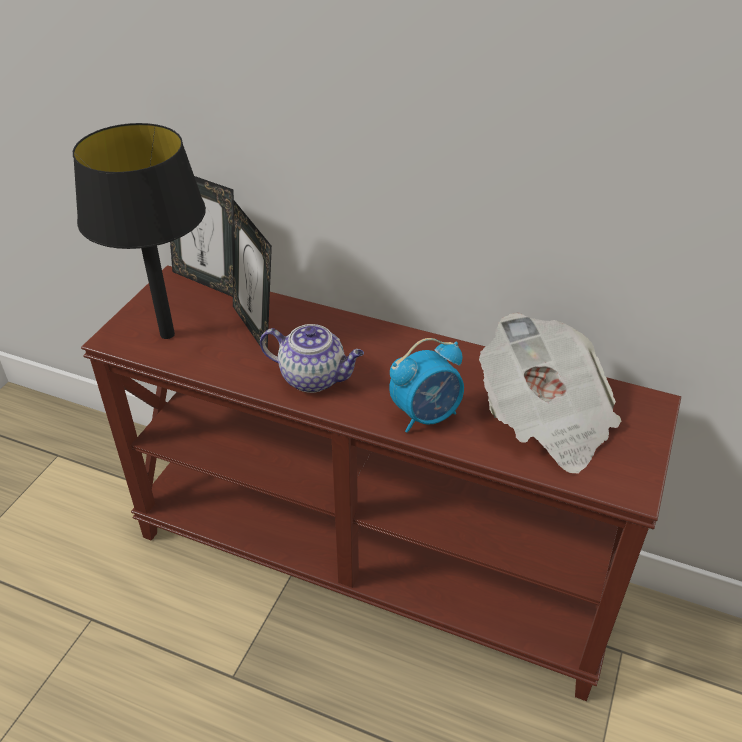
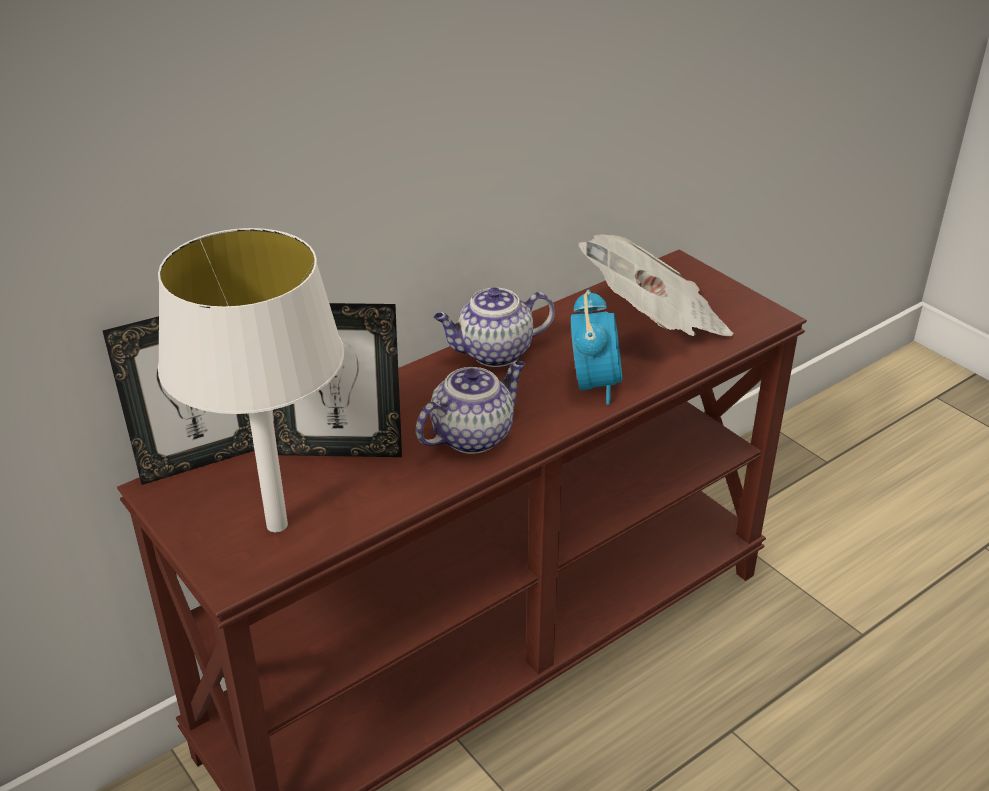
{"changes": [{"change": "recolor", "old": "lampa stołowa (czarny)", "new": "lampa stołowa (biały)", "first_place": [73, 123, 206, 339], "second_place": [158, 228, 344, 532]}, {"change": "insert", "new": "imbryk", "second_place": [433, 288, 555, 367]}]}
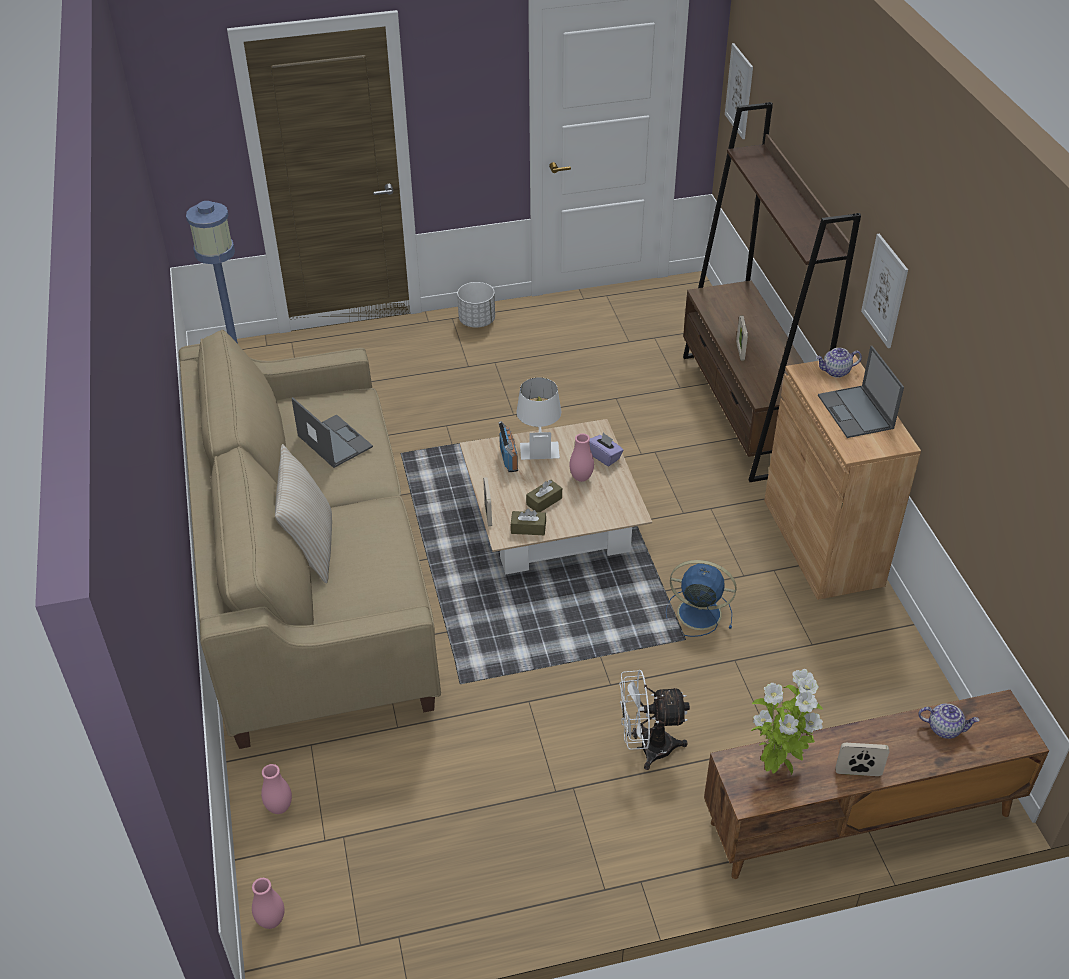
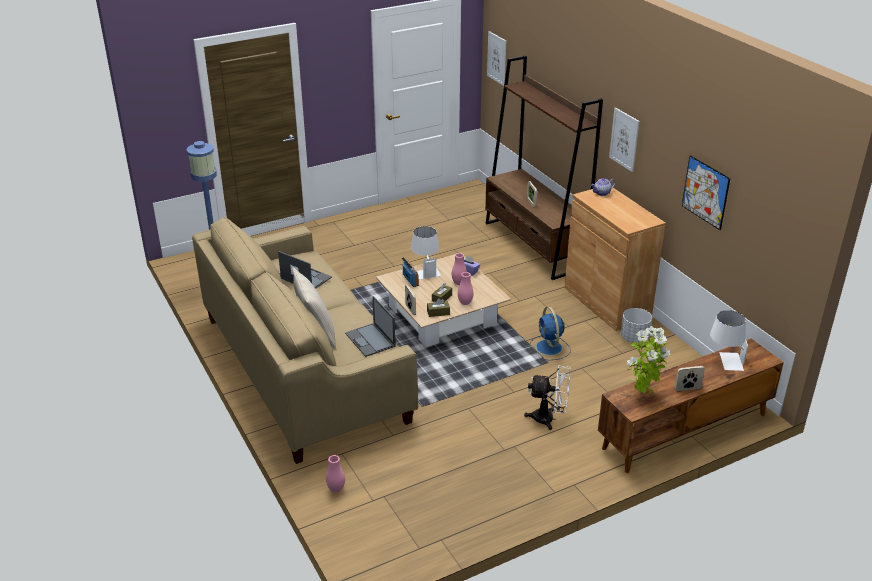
{"changes": [{"change": "move", "old": "donica (biały)", "first_place": [457, 282, 495, 328], "second_place": [621, 308, 652, 343]}, {"change": "move", "old": "laptop", "first_place": [818, 346, 904, 438], "second_place": [345, 296, 395, 357]}, {"change": "rotate", "old": "wentylator (niebieski)", "first_place": [666, 560, 737, 637], "second_place": [530, 306, 571, 360], "degrees": -105}, {"change": "rotate", "old": "wentylator (biały)", "first_place": [619, 670, 690, 770], "second_place": [524, 365, 571, 430], "degrees": -150}, {"change": "replace", "old": "imbryk", "new": "lampa stołowa (biały)", "first_place": [919, 704, 979, 739], "second_place": [710, 310, 748, 371]}, {"change": "move", "old": "wazon (różowy)", "first_place": [252, 878, 284, 929], "second_place": [458, 272, 474, 305]}, {"change": "insert", "new": "obraz", "second_place": [682, 155, 730, 230]}]}
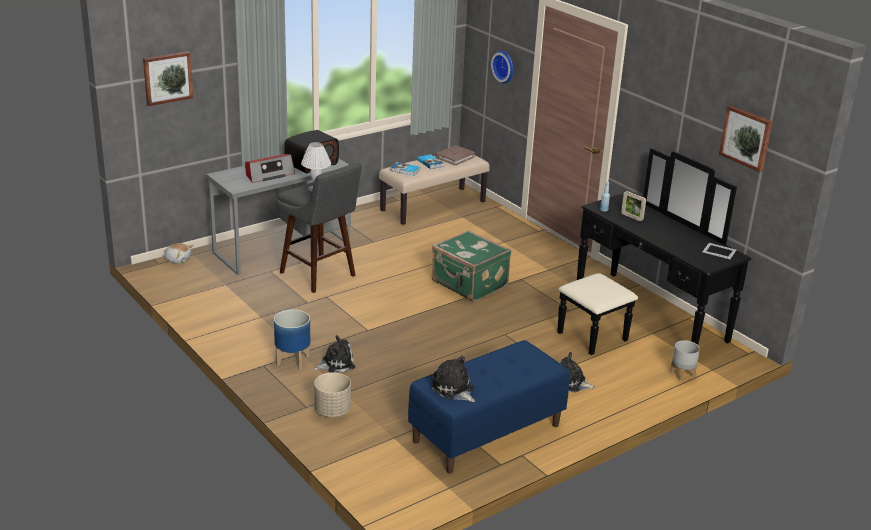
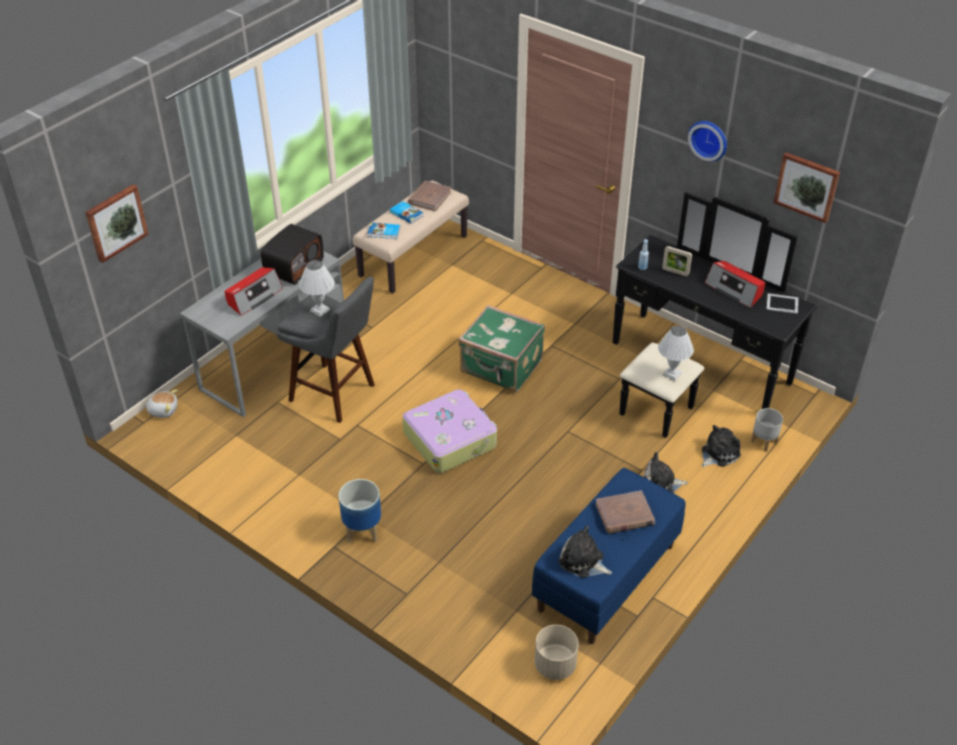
{"changes": [{"change": "move", "old": "zegar ścienny", "first_place": [491, 51, 514, 83], "second_place": [688, 121, 727, 161]}, {"change": "move", "old": "pluszak", "first_place": [313, 335, 355, 372], "second_place": [701, 425, 741, 468]}, {"change": "move", "old": "donica (beżowy)", "first_place": [314, 373, 351, 417], "second_place": [535, 625, 579, 680]}, {"change": "insert", "new": "radio", "second_place": [705, 261, 765, 308]}, {"change": "insert", "new": "lampa stołowa (biały)", "second_place": [658, 326, 694, 381]}, {"change": "insert", "new": "walizka", "second_place": [402, 389, 497, 473]}, {"change": "insert", "new": "książka (brązowy)", "second_place": [596, 490, 655, 534]}]}
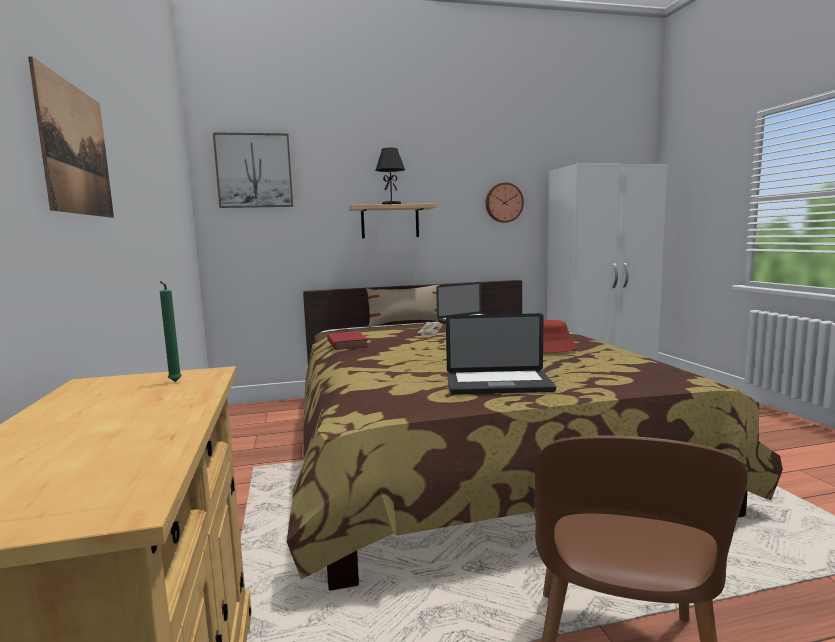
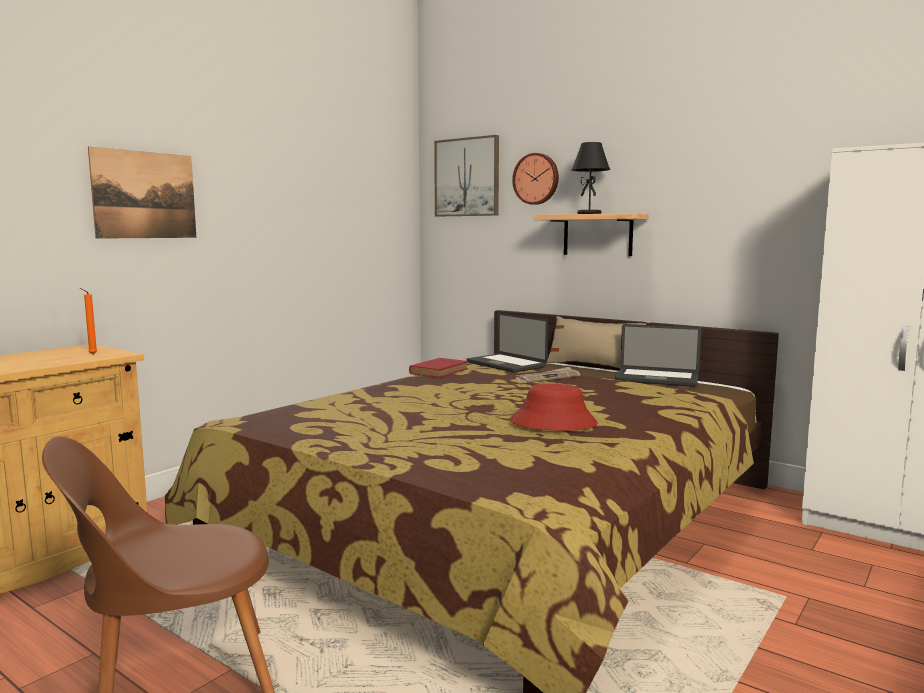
{"changes": [{"change": "move", "old": "zegar ścienny", "first_place": [486, 182, 524, 223], "second_place": [512, 153, 559, 205]}, {"change": "recolor", "old": "świeca (zielony)", "new": "świeca (pomarańczowy)", "first_place": [159, 281, 182, 382], "second_place": [80, 288, 98, 354]}, {"change": "move", "old": "laptop", "first_place": [446, 313, 556, 394], "second_place": [467, 313, 548, 373]}]}
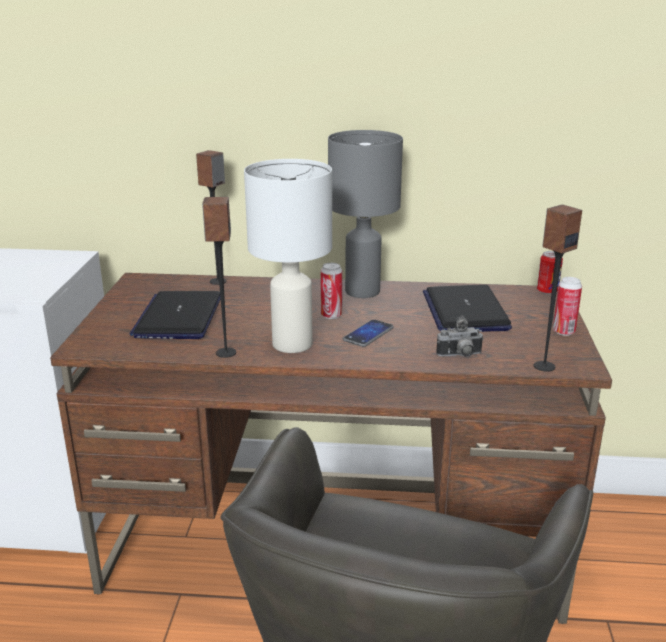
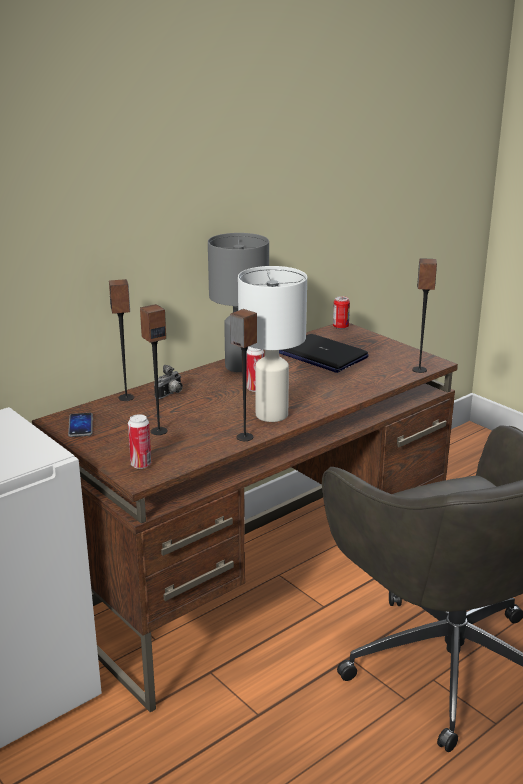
{"changes": [{"change": "move", "old": "puszka", "first_place": [553, 277, 582, 336], "second_place": [128, 414, 151, 469]}, {"change": "replace", "old": "laptop", "new": "głośnik", "first_place": [130, 291, 221, 339], "second_place": [140, 304, 168, 435]}, {"change": "move", "old": "aparat fotograficzny", "first_place": [436, 316, 484, 357], "second_place": [154, 365, 183, 399]}, {"change": "move", "old": "telefon", "first_place": [343, 319, 394, 347], "second_place": [68, 413, 93, 437]}]}
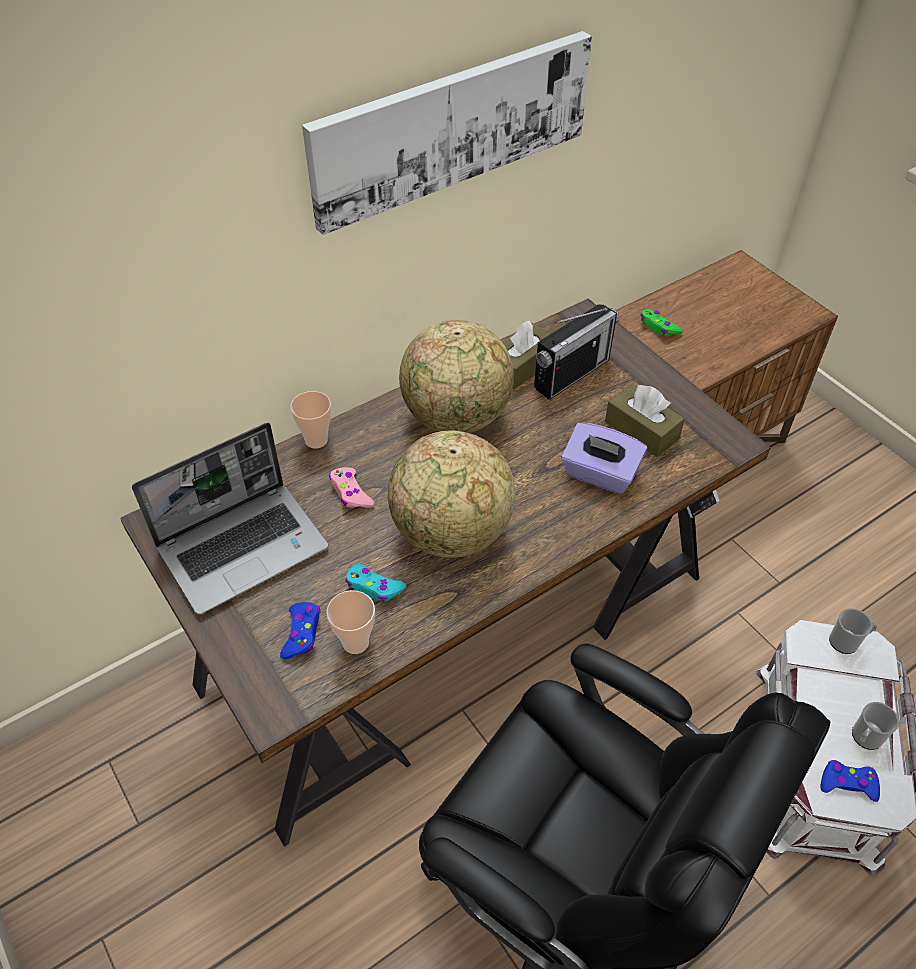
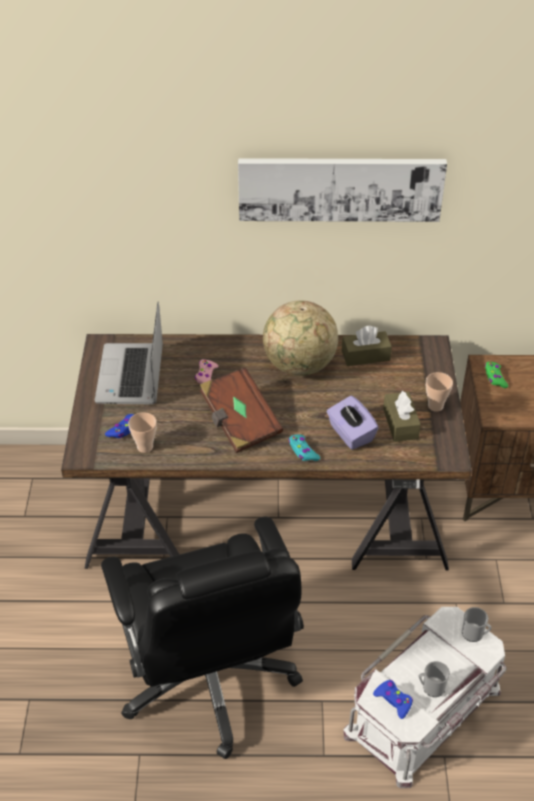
{"changes": [{"change": "delete", "old": "radio", "first_place": [534, 304, 619, 400]}, {"change": "move", "old": "filiżanka", "first_place": [290, 391, 331, 449], "second_place": [426, 372, 453, 412]}, {"change": "rotate", "old": "laptop", "first_place": [132, 423, 328, 615], "second_place": [95, 302, 163, 404], "degrees": 90}, {"change": "replace", "old": "globus", "new": "książka (brązowy)", "first_place": [388, 431, 515, 558], "second_place": [200, 367, 283, 453]}, {"change": "move", "old": "pad do gier (turkusowy)", "first_place": [345, 564, 406, 602], "second_place": [288, 434, 320, 461]}]}
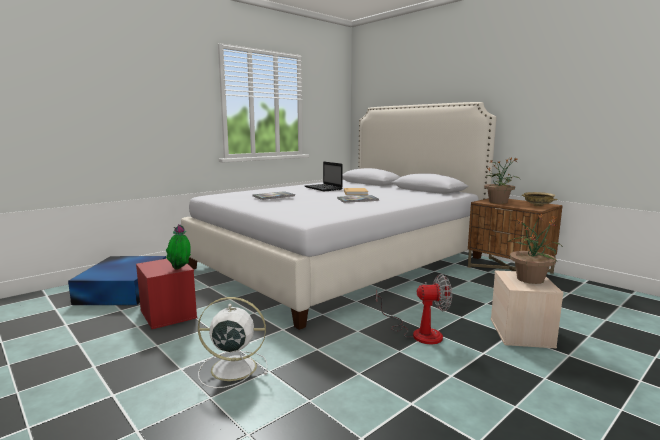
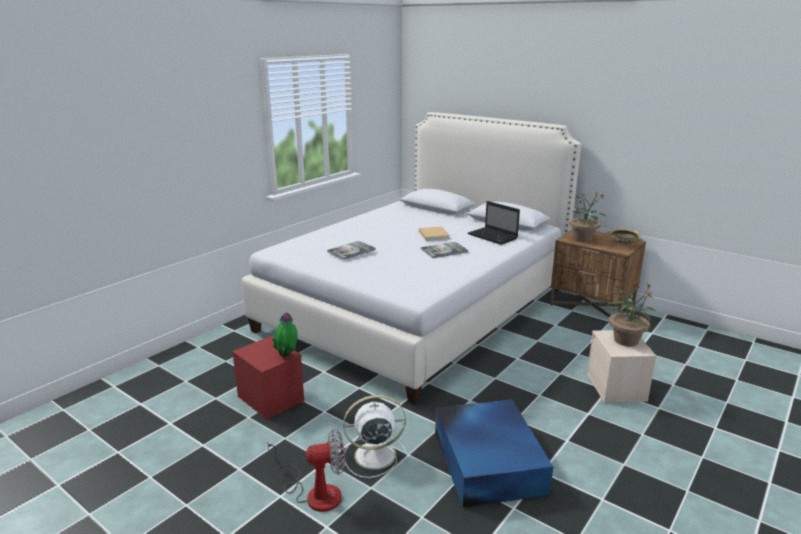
{"changes": [{"change": "move", "old": "laptop", "first_place": [305, 161, 343, 191], "second_place": [468, 201, 520, 245]}, {"change": "move", "old": "pojemnik do przechowywania (niebieski)", "first_place": [68, 256, 166, 305], "second_place": [435, 399, 553, 507]}, {"change": "move", "old": "wentylator", "first_place": [376, 274, 452, 344], "second_place": [267, 429, 345, 512]}]}
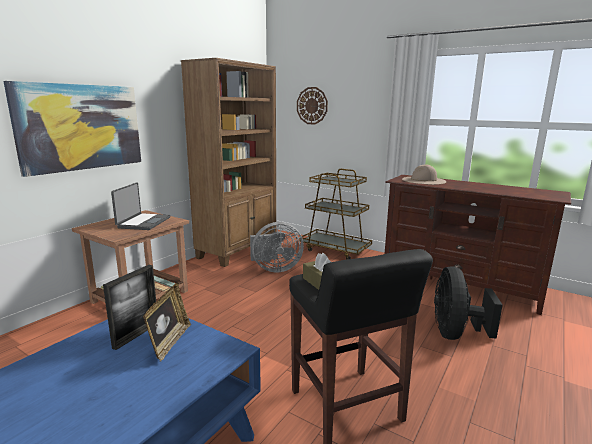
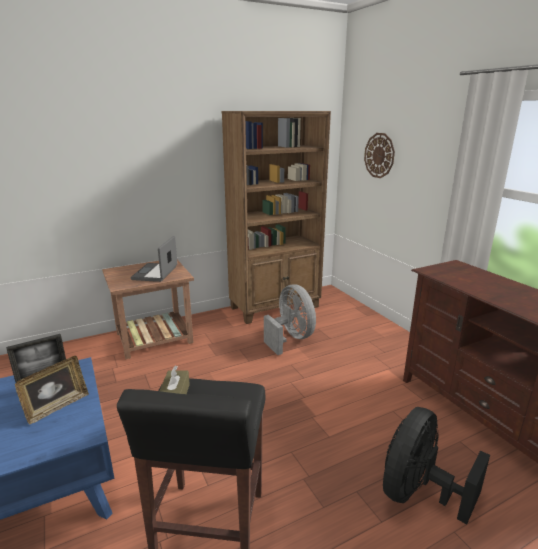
{"changes": [{"change": "delete", "old": "obraz", "first_place": [3, 81, 141, 177]}, {"change": "delete", "old": "kapelusz (beżowy)", "first_place": [402, 164, 446, 185]}, {"change": "delete", "old": "wózek (brązowy)", "first_place": [300, 169, 372, 260]}, {"change": "rotate", "old": "laptop", "first_place": [111, 183, 171, 230], "second_place": [130, 236, 177, 282], "degrees": 150}, {"change": "rotate", "old": "wentylator (szary)", "first_place": [250, 222, 304, 272], "second_place": [264, 284, 316, 355], "degrees": -135}]}
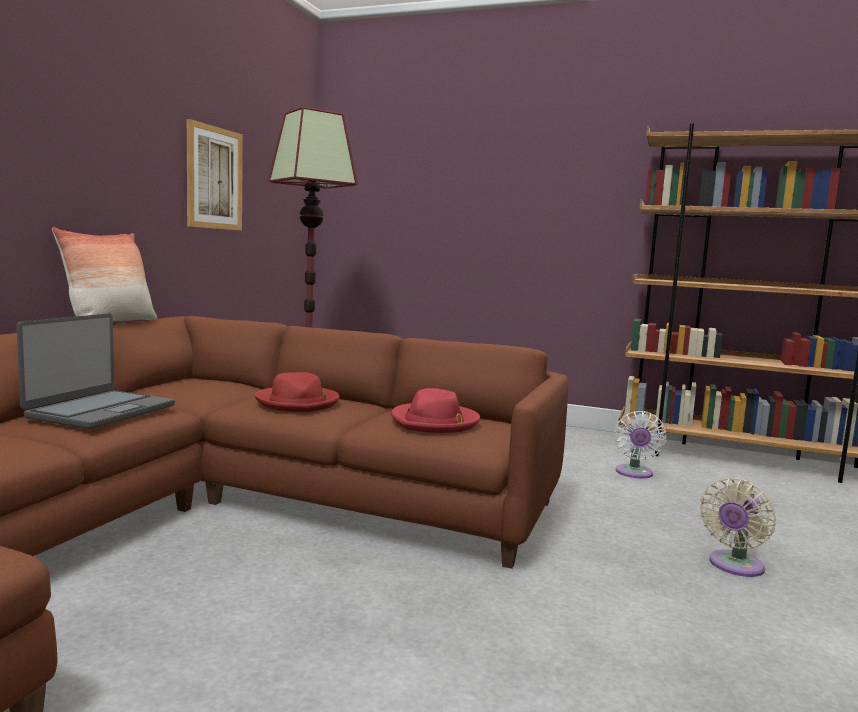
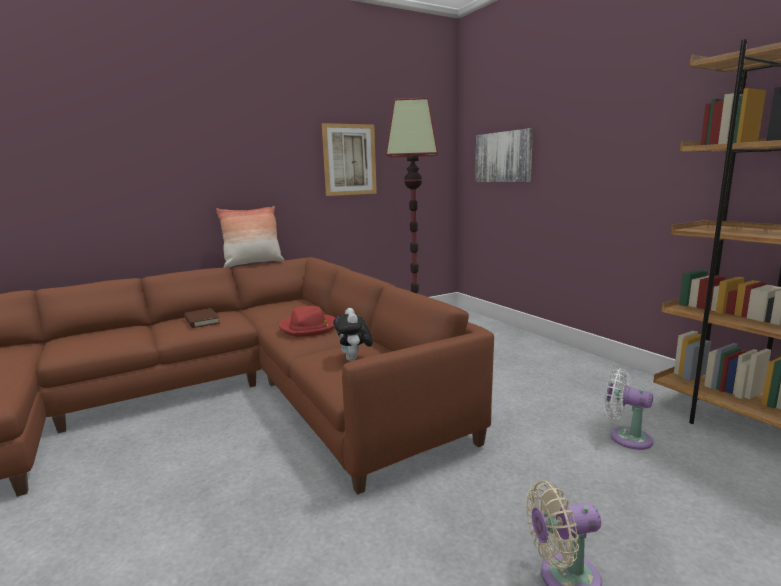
{"changes": [{"change": "replace", "old": "laptop", "new": "książka (brązowy)", "first_place": [17, 313, 175, 429], "second_place": [184, 309, 220, 328]}, {"change": "replace", "old": "kapelusz (czerwony)", "new": "pluszak", "first_place": [391, 388, 480, 433], "second_place": [333, 308, 373, 361]}, {"change": "rotate", "old": "wentylator (biały)", "first_place": [614, 411, 666, 479], "second_place": [605, 368, 653, 450], "degrees": 75}, {"change": "insert", "new": "obraz", "second_place": [475, 128, 533, 182]}]}
